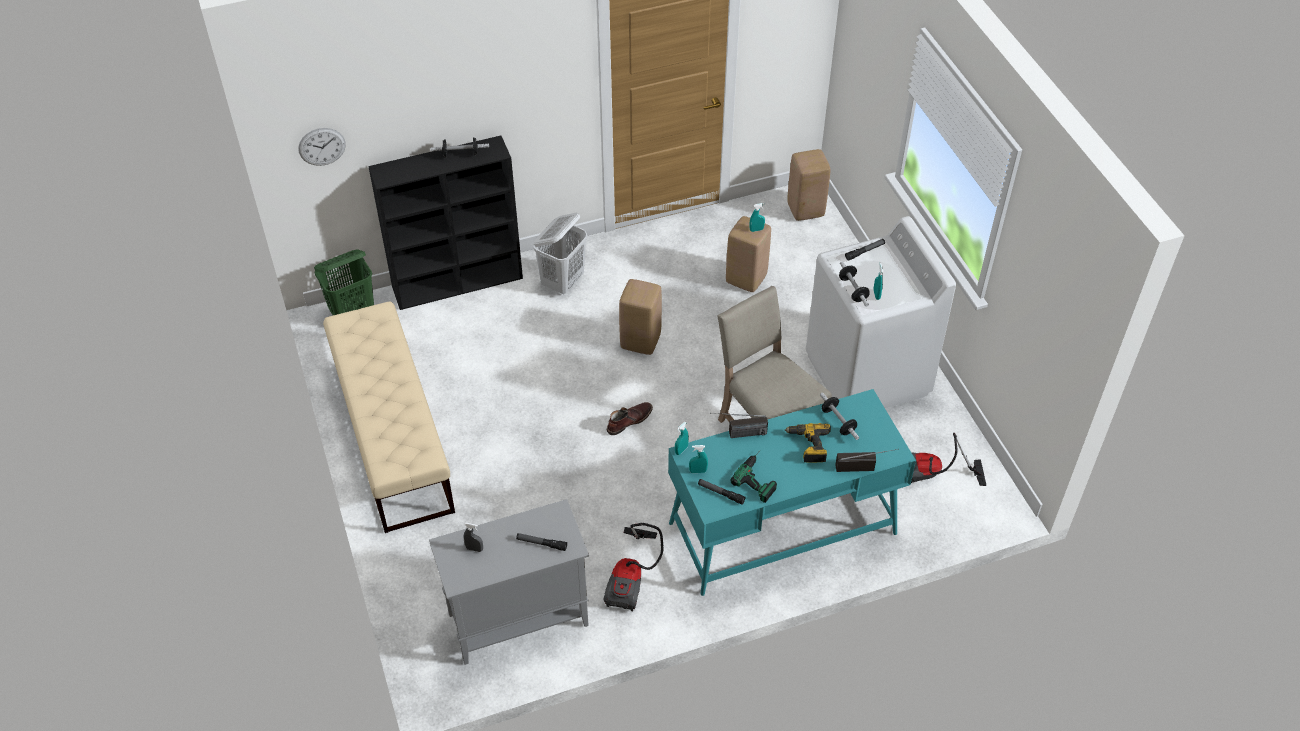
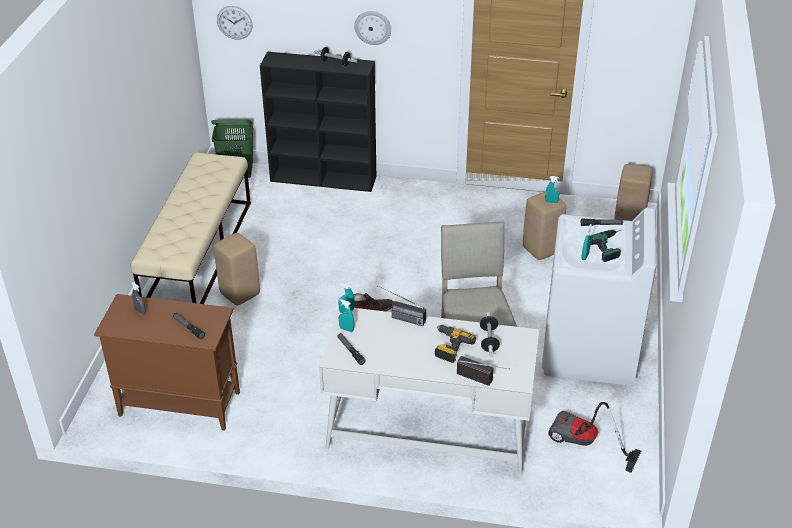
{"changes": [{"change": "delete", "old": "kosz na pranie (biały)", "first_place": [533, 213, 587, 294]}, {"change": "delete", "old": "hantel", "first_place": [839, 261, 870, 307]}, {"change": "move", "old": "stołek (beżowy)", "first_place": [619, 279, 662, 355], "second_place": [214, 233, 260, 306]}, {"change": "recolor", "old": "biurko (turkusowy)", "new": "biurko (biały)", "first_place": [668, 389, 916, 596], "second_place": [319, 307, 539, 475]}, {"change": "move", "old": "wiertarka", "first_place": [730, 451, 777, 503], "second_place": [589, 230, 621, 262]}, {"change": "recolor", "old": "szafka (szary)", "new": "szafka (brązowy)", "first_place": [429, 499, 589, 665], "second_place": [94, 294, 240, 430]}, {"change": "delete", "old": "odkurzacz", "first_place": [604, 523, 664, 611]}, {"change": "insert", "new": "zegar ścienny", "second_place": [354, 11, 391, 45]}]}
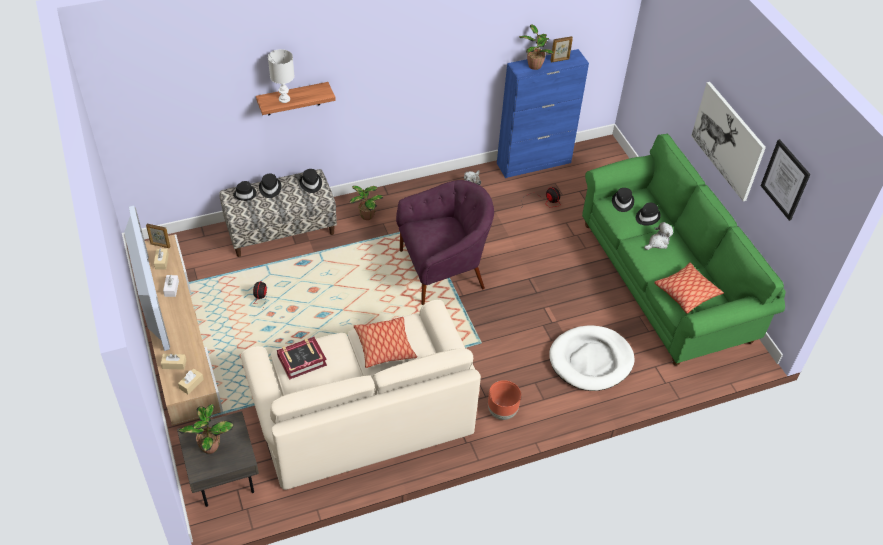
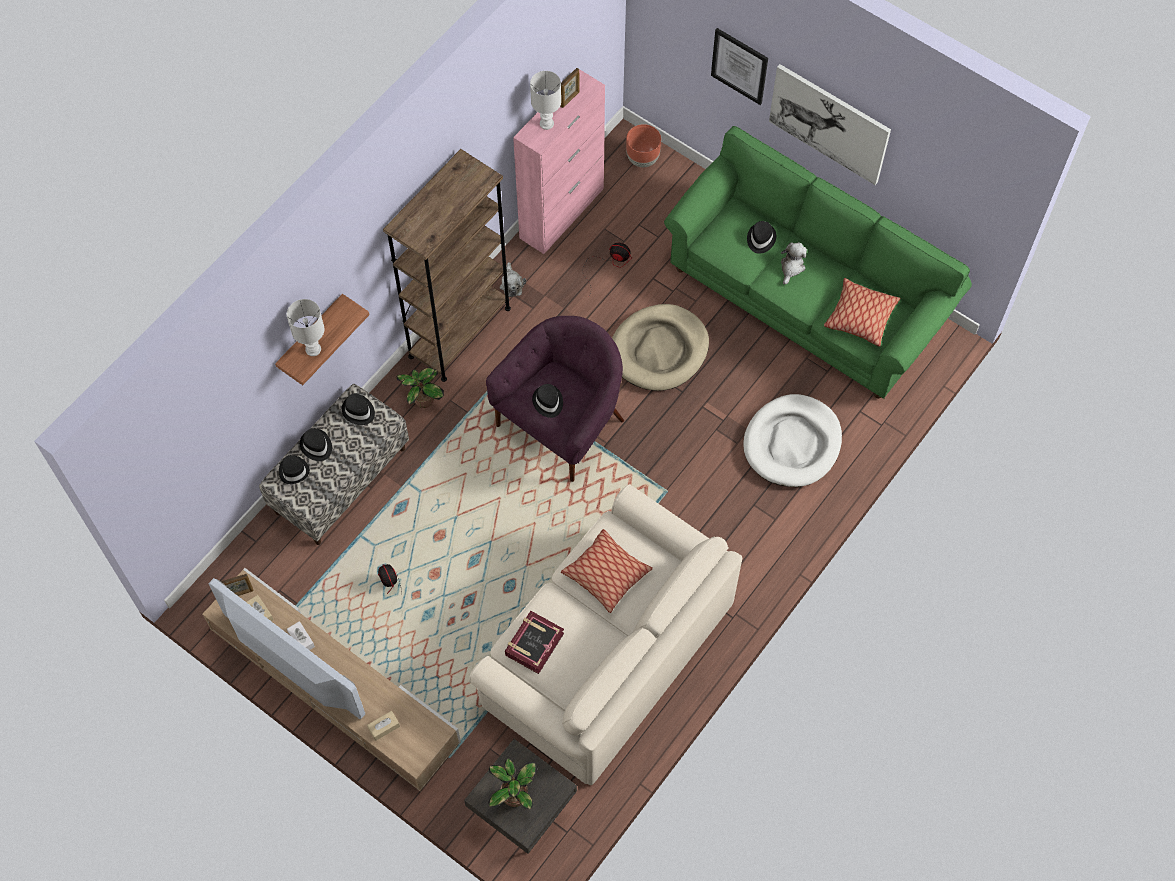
{"changes": [{"change": "replace", "old": "roślina doniczkowa", "new": "lampa stołowa (biały)", "first_place": [519, 24, 554, 70], "second_place": [530, 71, 561, 130]}, {"change": "recolor", "old": "szafka (niebieski)", "new": "szafka (różowy)", "first_place": [497, 49, 589, 178], "second_place": [513, 69, 605, 254]}, {"change": "move", "old": "obraz", "first_place": [761, 139, 810, 221], "second_place": [711, 28, 768, 105]}, {"change": "move", "old": "kapelusz (czarny)", "first_place": [612, 188, 634, 212], "second_place": [532, 384, 563, 418]}, {"change": "delete", "old": "pudełko chusteczek (beżowy)", "first_place": [178, 368, 204, 394]}, {"change": "move", "old": "donica (brązowy)", "first_place": [488, 380, 521, 420], "second_place": [626, 124, 661, 167]}, {"change": "insert", "new": "regał (brązowy)", "second_place": [383, 149, 511, 382]}, {"change": "insert", "new": "legowisko (beżowy)", "second_place": [612, 304, 709, 391]}]}
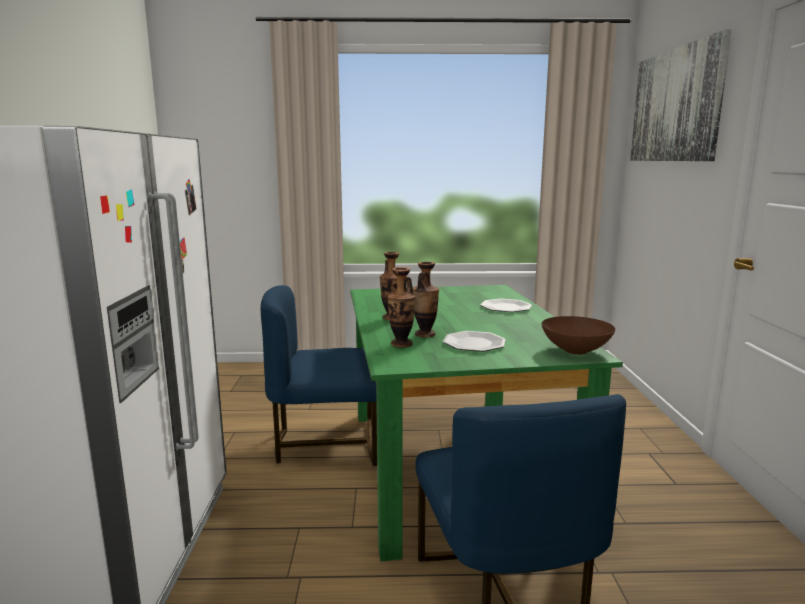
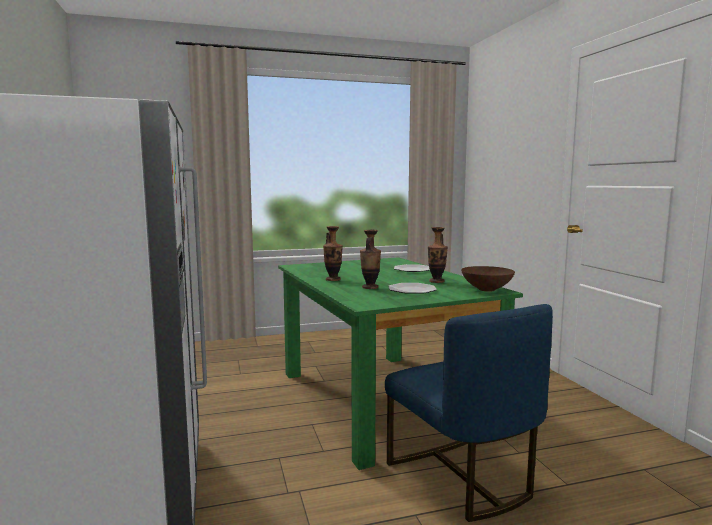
{"changes": [{"change": "delete", "old": "obraz", "first_place": [630, 30, 732, 161]}, {"change": "move", "old": "wazon", "first_place": [387, 267, 416, 347], "second_place": [428, 227, 448, 283]}, {"change": "delete", "old": "krzesło (niebieski)", "first_place": [261, 285, 377, 466]}]}
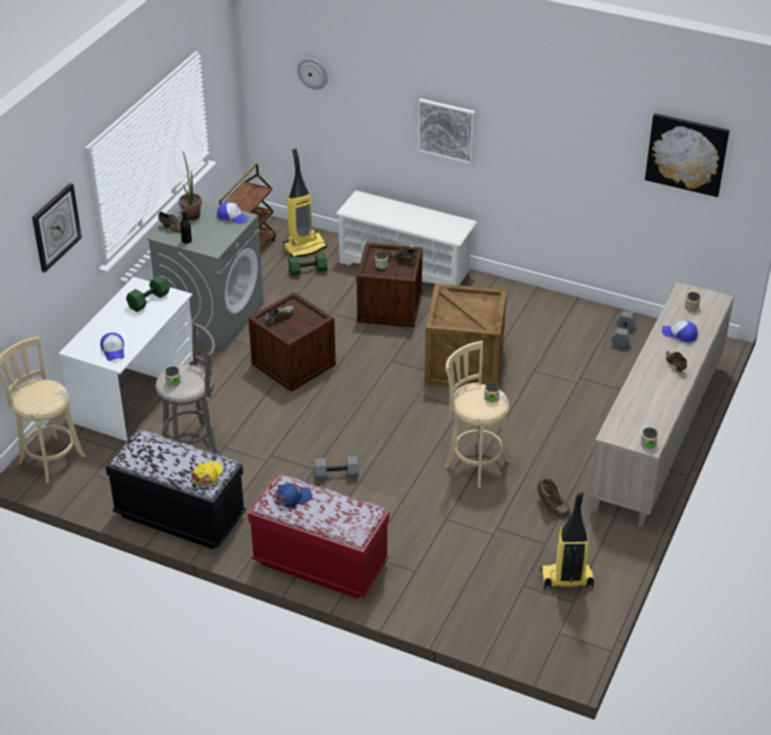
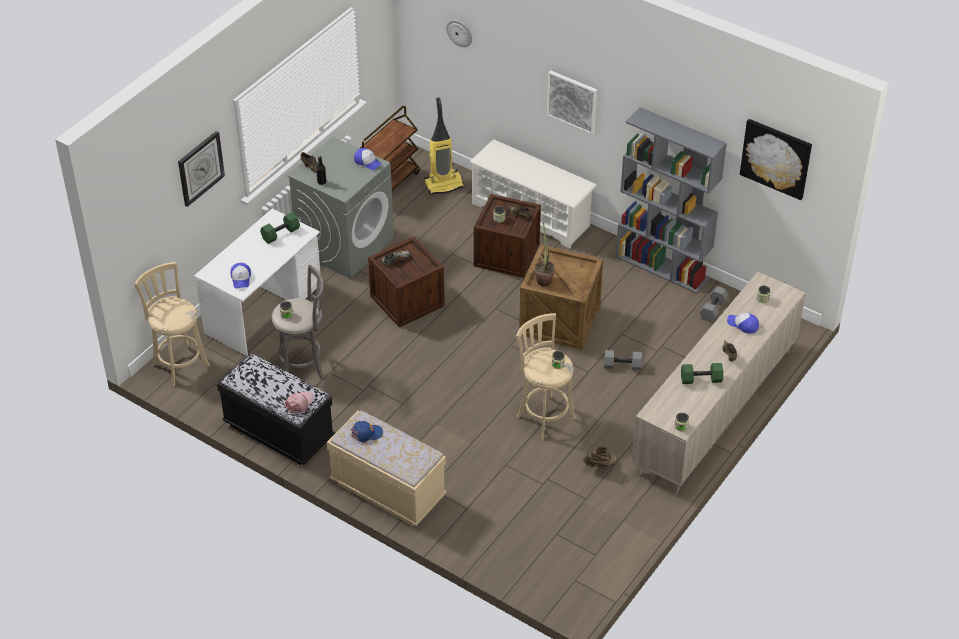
{"changes": [{"change": "move", "old": "roślina doniczkowa", "first_place": [179, 151, 202, 221], "second_place": [534, 222, 555, 286]}, {"change": "move", "old": "hantel (zielony)", "first_place": [288, 253, 327, 276], "second_place": [681, 363, 723, 384]}, {"change": "move", "old": "hantel (szary)", "first_place": [315, 456, 359, 480], "second_place": [604, 350, 642, 370]}, {"change": "recolor", "old": "czapka z daszkiem (żółty)", "new": "czapka z daszkiem (różowy)", "first_place": [191, 461, 223, 486], "second_place": [285, 391, 314, 413]}, {"change": "recolor", "old": "ławka (czerwony)", "new": "ławka (beżowy)", "first_place": [248, 474, 389, 598], "second_place": [327, 410, 447, 526]}, {"change": "rotate", "old": "but z cholewką (brązowy)", "first_place": [537, 478, 571, 518], "second_place": [583, 446, 618, 469], "degrees": -75}, {"change": "delete", "old": "odkurzacz", "first_place": [541, 491, 594, 588]}, {"change": "insert", "new": "regał (szary)", "second_place": [616, 107, 727, 294]}]}
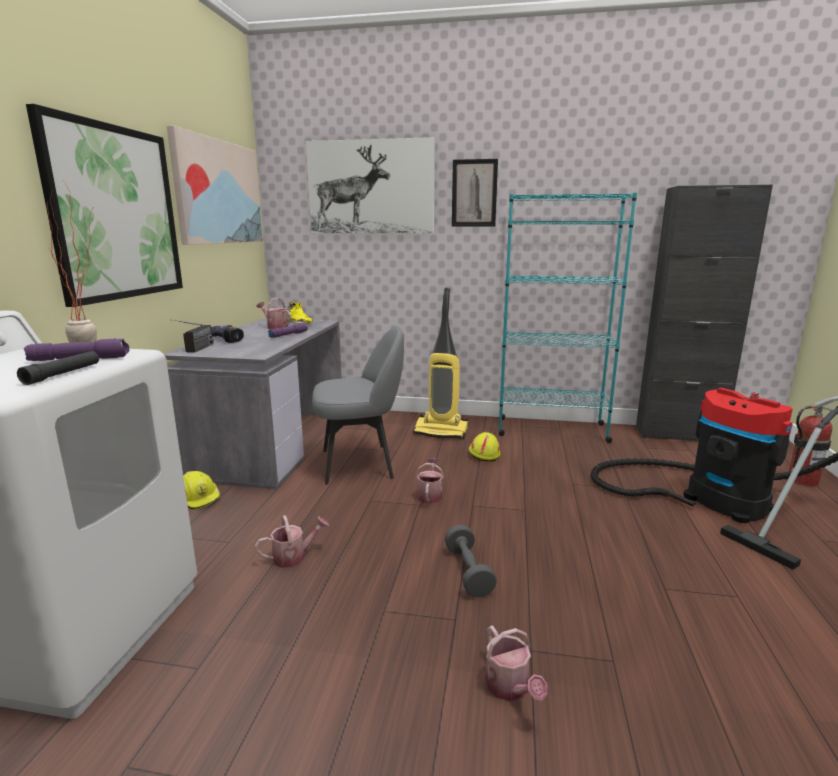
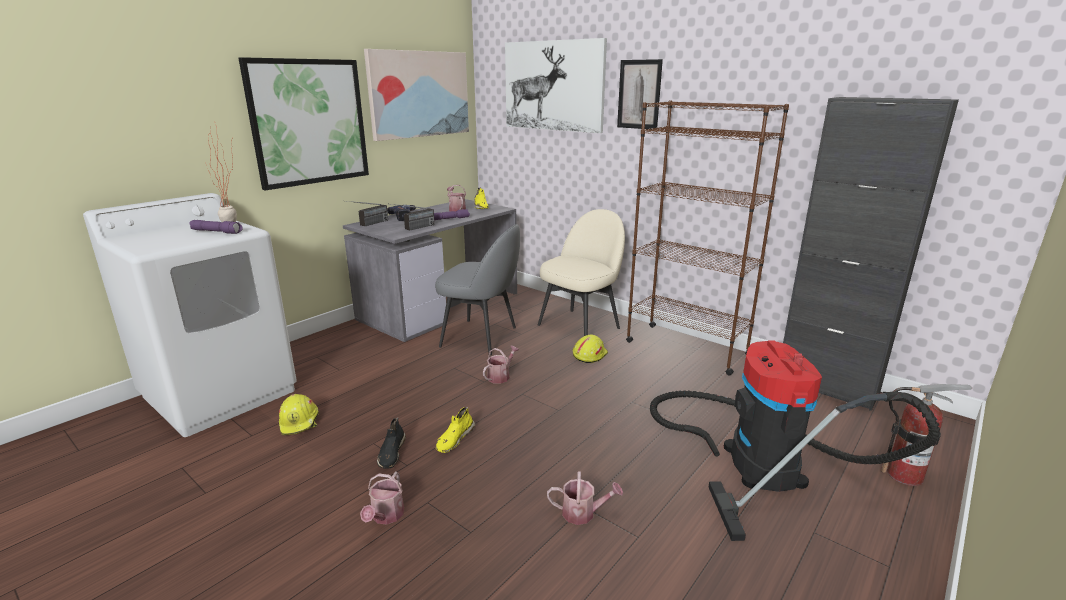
{"changes": [{"change": "recolor", "old": "regał (turkusowy)", "new": "regał (brązowy)", "first_place": [499, 192, 637, 443], "second_place": [626, 100, 789, 376]}, {"change": "replace", "old": "odkurzacz", "new": "krzesło (beżowy)", "first_place": [413, 288, 468, 439], "second_place": [538, 209, 625, 336]}, {"change": "delete", "old": "latarka (czarny)", "first_place": [17, 351, 99, 385]}, {"change": "move", "old": "kask (żółty)", "first_place": [183, 471, 221, 510], "second_place": [279, 394, 319, 435]}, {"change": "move", "old": "konewka", "first_place": [255, 515, 329, 568], "second_place": [547, 471, 624, 525]}, {"change": "replace", "old": "hantel (szary)", "new": "but (żółty)", "first_place": [445, 525, 497, 597], "second_place": [436, 407, 475, 453]}, {"change": "insert", "new": "radio", "second_place": [392, 204, 435, 231]}, {"change": "insert", "new": "but (czarny)", "second_place": [377, 418, 406, 469]}]}
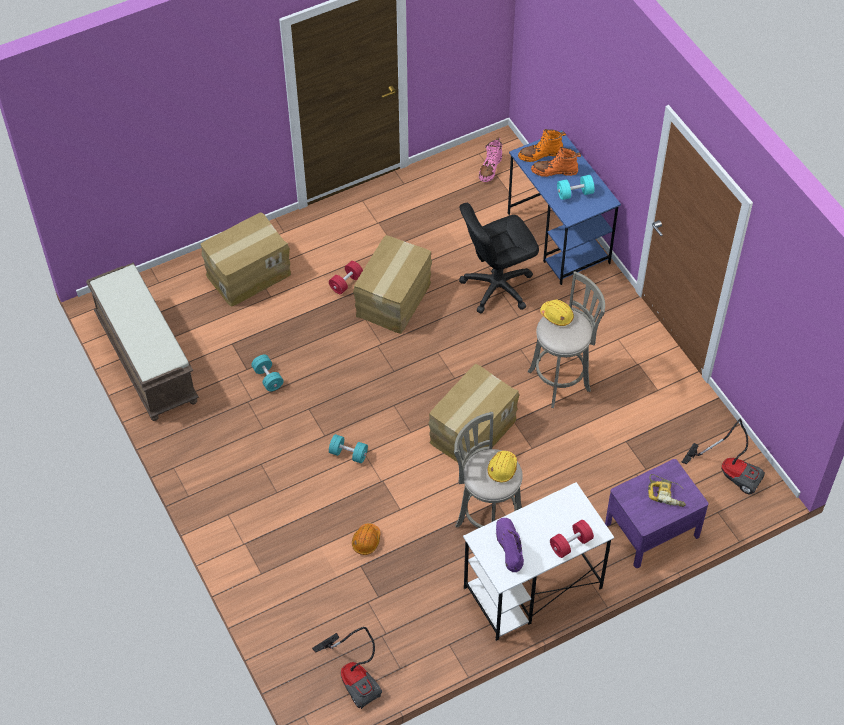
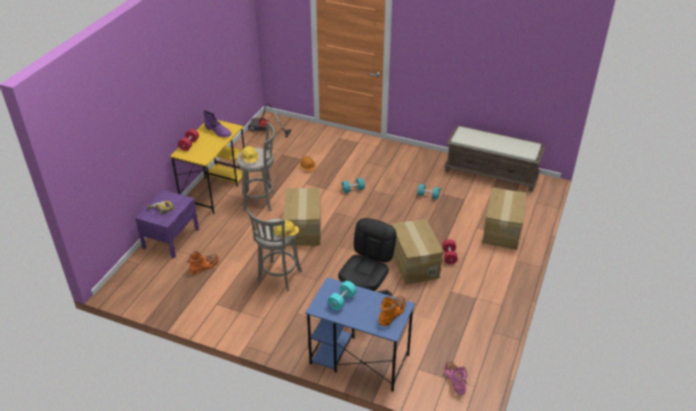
{"changes": [{"change": "move", "old": "but z cholewką (pomarańczowy)", "first_place": [531, 146, 581, 177], "second_place": [187, 251, 219, 275]}, {"change": "delete", "old": "odkurzacz", "first_place": [682, 418, 765, 494]}, {"change": "recolor", "old": "biurko (biały)", "new": "biurko (żółty)", "first_place": [463, 482, 614, 641], "second_place": [170, 120, 244, 214]}]}
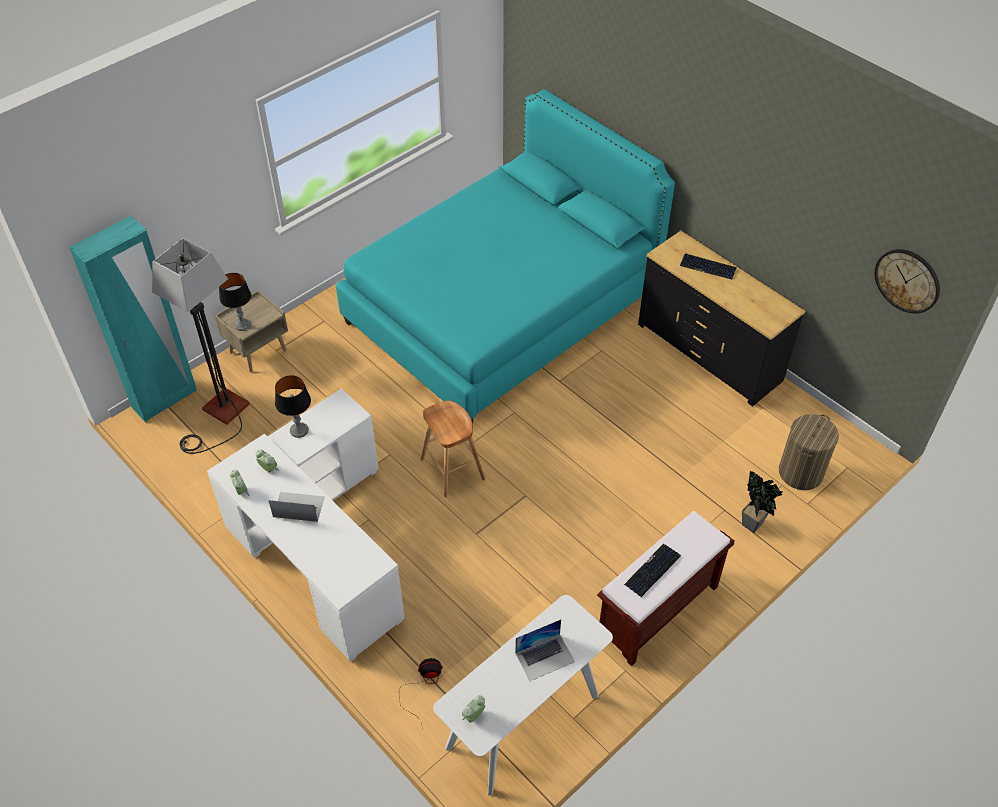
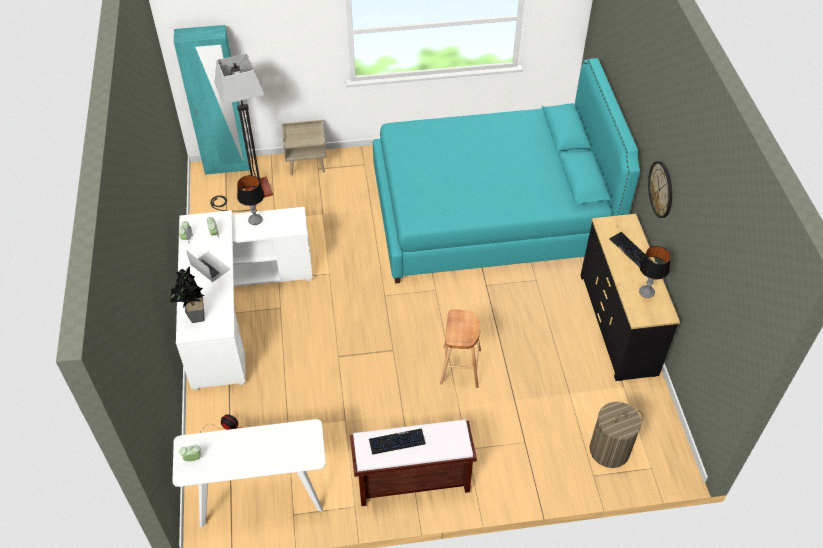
{"changes": [{"change": "move", "old": "zegar ścienny", "first_place": [875, 249, 940, 314], "second_place": [648, 161, 672, 218]}, {"change": "move", "old": "lampa stołowa", "first_place": [219, 273, 251, 331], "second_place": [639, 246, 671, 298]}, {"change": "move", "old": "stołek (brązowy)", "first_place": [421, 401, 485, 497], "second_place": [440, 310, 481, 388]}, {"change": "move", "old": "roślina doniczkowa", "first_place": [742, 471, 785, 533], "second_place": [170, 266, 205, 323]}, {"change": "delete", "old": "laptop", "first_place": [515, 619, 575, 681]}]}
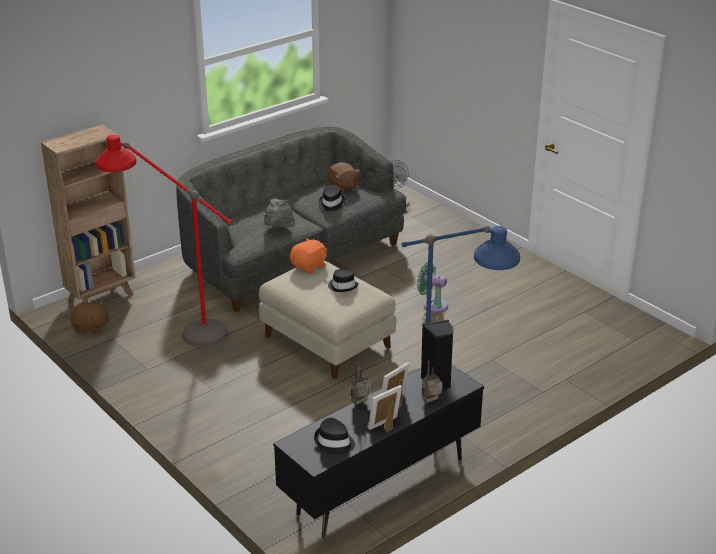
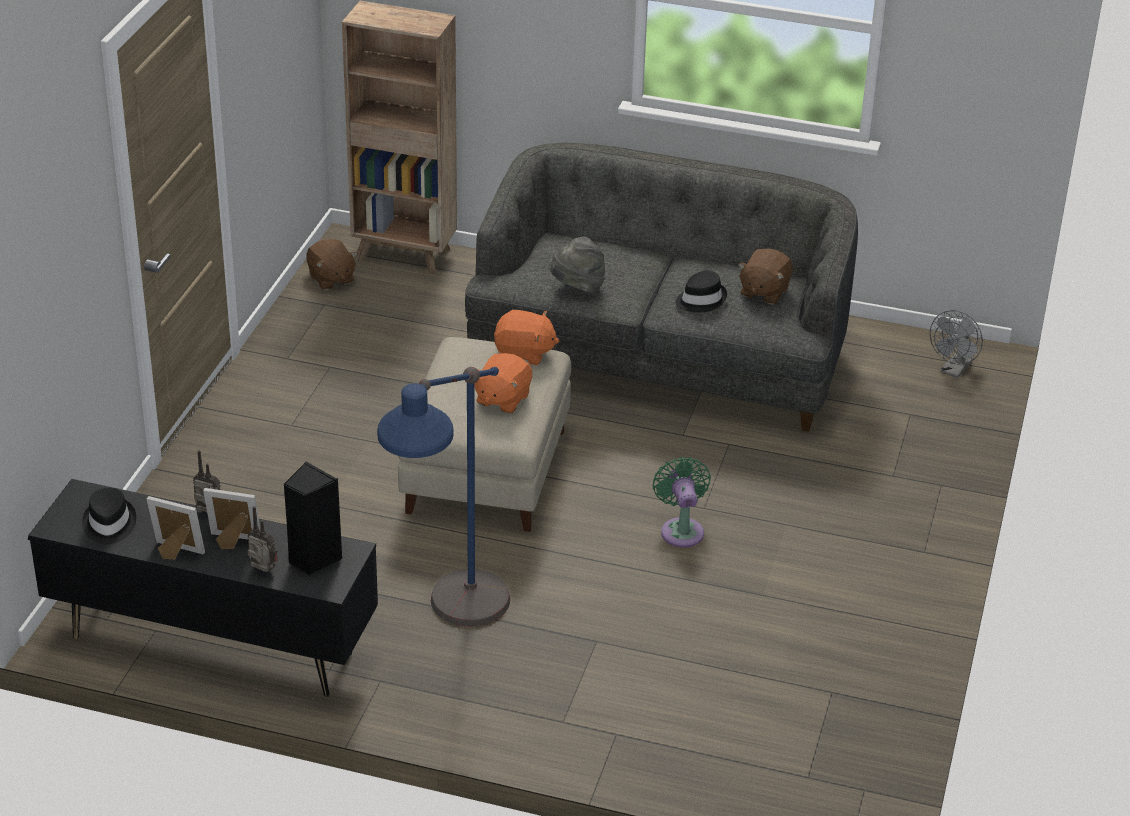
{"changes": [{"change": "delete", "old": "lampa stojąca (czerwony)", "first_place": [96, 135, 232, 347]}, {"change": "replace", "old": "kapelusz (czarny)", "new": "pluszak (pomarańczowy)", "first_place": [328, 269, 359, 292], "second_place": [474, 353, 532, 414]}]}
